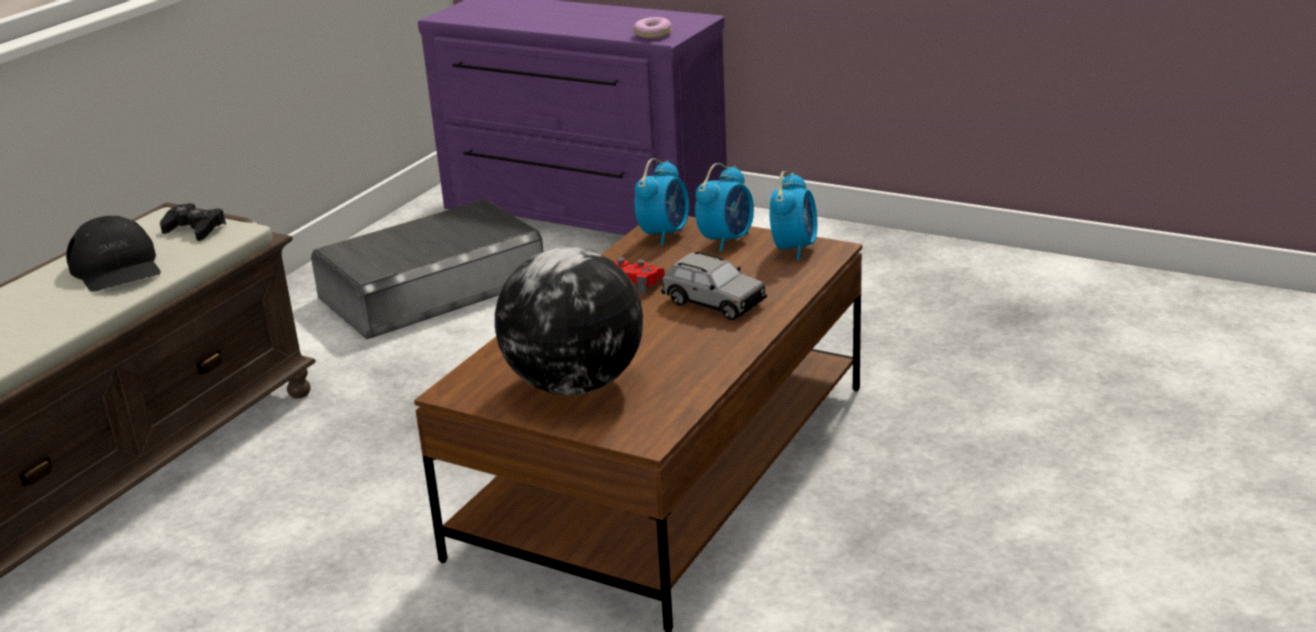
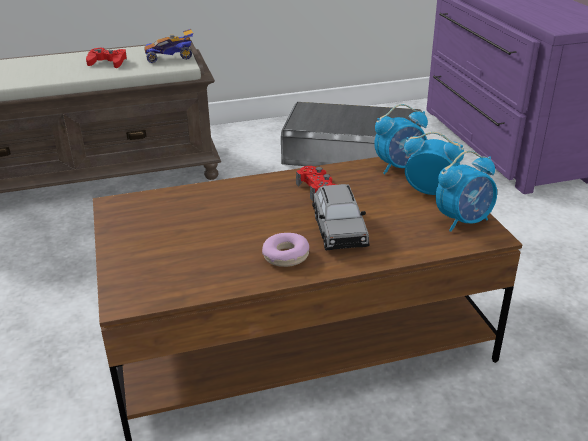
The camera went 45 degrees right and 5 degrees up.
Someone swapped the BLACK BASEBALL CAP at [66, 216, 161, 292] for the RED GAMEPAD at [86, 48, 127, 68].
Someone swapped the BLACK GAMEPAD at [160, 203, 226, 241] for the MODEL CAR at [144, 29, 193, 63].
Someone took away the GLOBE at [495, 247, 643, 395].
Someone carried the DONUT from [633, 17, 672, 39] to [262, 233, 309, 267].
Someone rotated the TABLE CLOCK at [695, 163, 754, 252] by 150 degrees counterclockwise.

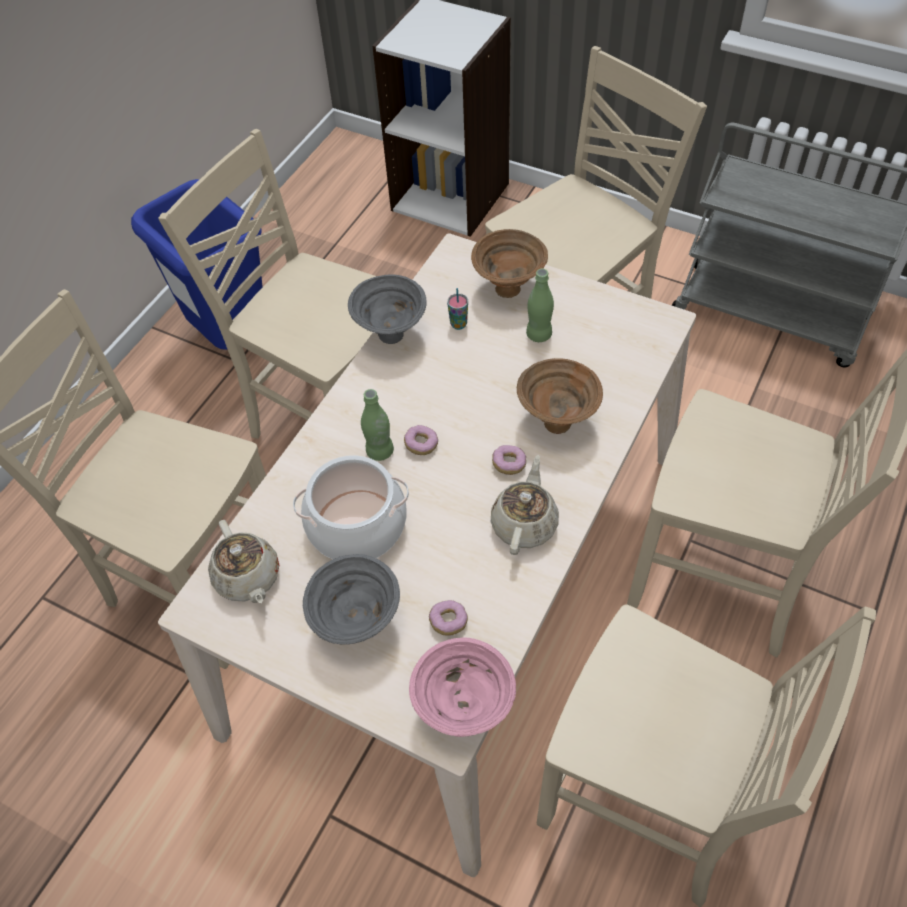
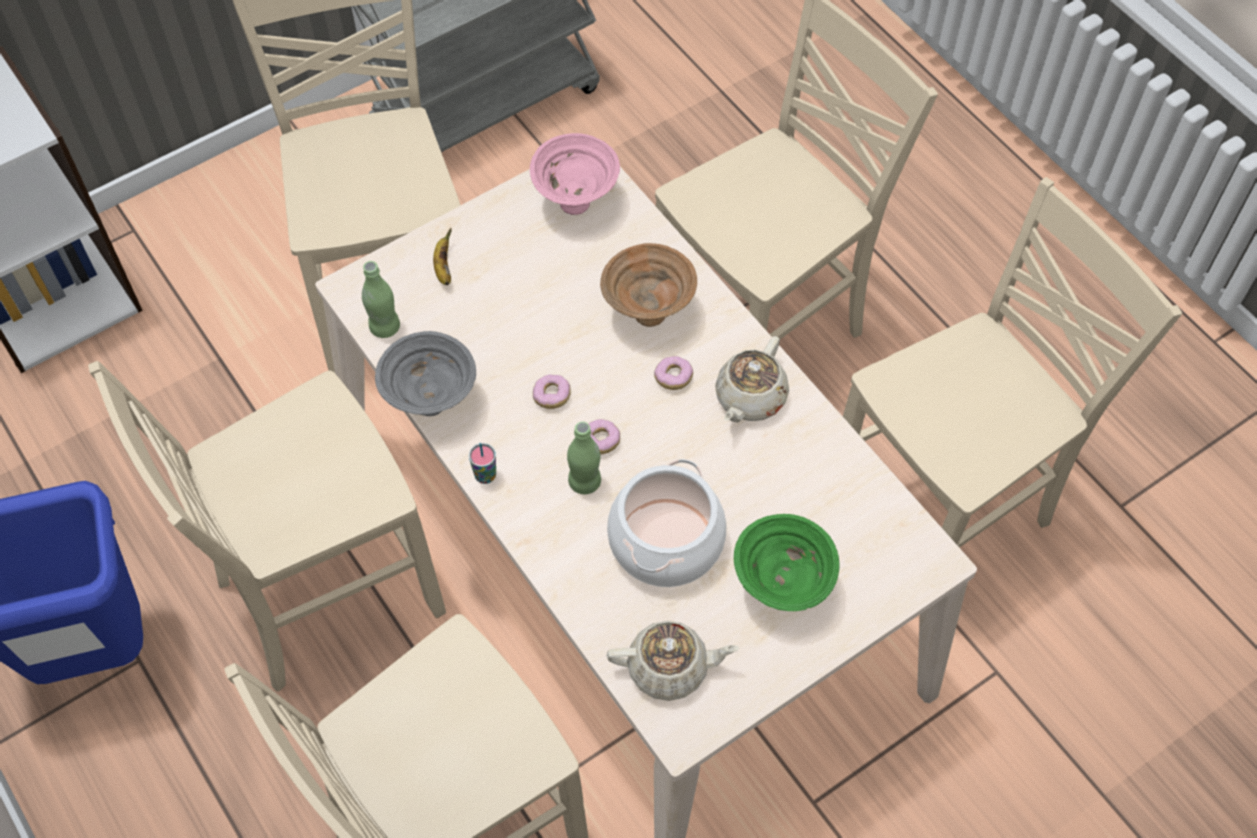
The camera went 65 degrees left and 5 degrees up.
Someone repainted the GRAY DEEP DISH at [303, 554, 400, 645], which became the GREENISH DEEP DISH at [734, 514, 840, 611].
Someone carried the PINKISH DEEP DISH from [409, 638, 516, 737] to [530, 133, 620, 215].
Someone carried the DONUT from [429, 600, 468, 636] to [533, 375, 571, 409].
Someone carried the CUP from [447, 288, 468, 330] to [469, 443, 496, 484].
Someone swapped the BROWN DEEP DISH at [471, 229, 548, 298] for the BANANA at [433, 228, 452, 285].
Someone rotated the BEIGE TEAPOT at [491, 455, 559, 555] by 105 degrees counterclockwise.
Someone carried the GREENISH DRINK BOTTLE from [526, 269, 554, 342] to [362, 261, 400, 338].

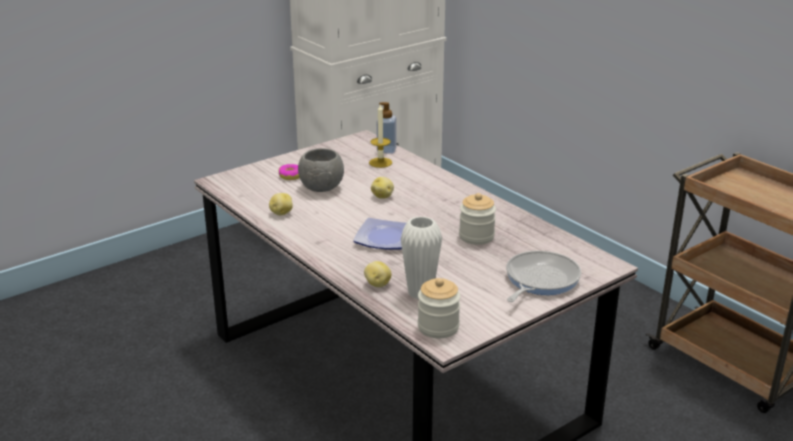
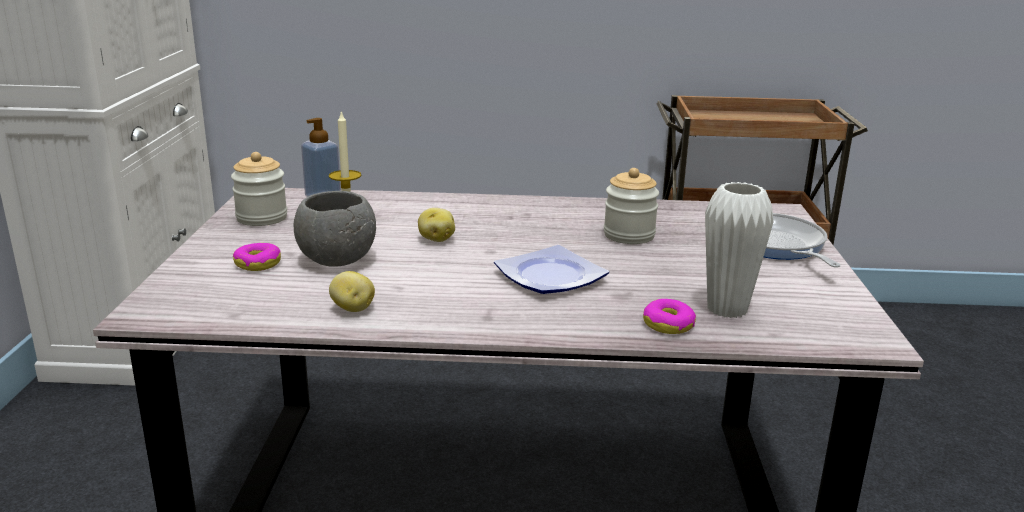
The camera went 50 degrees left and 5 degrees down.
Someone swapped the SPUD at [364, 261, 392, 287] for the DONUT at [643, 299, 696, 334].
Someone carried the PRESERVE JAR from [418, 278, 461, 338] to [231, 152, 287, 226].

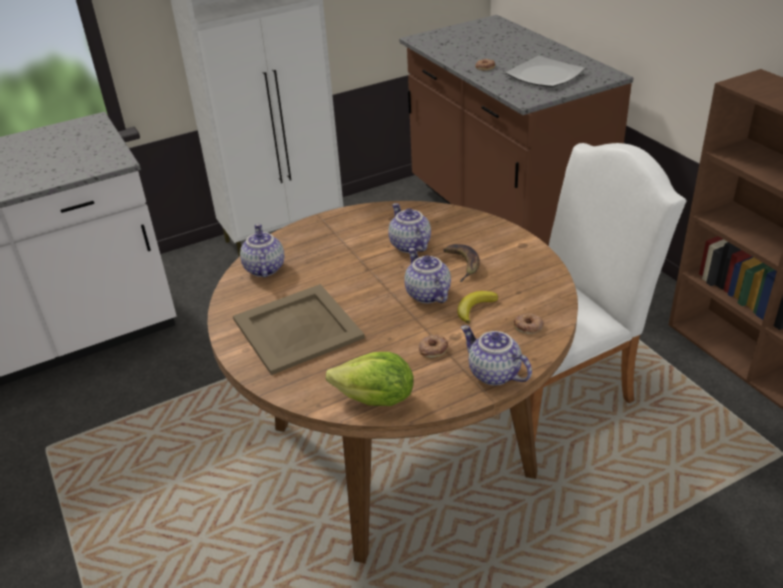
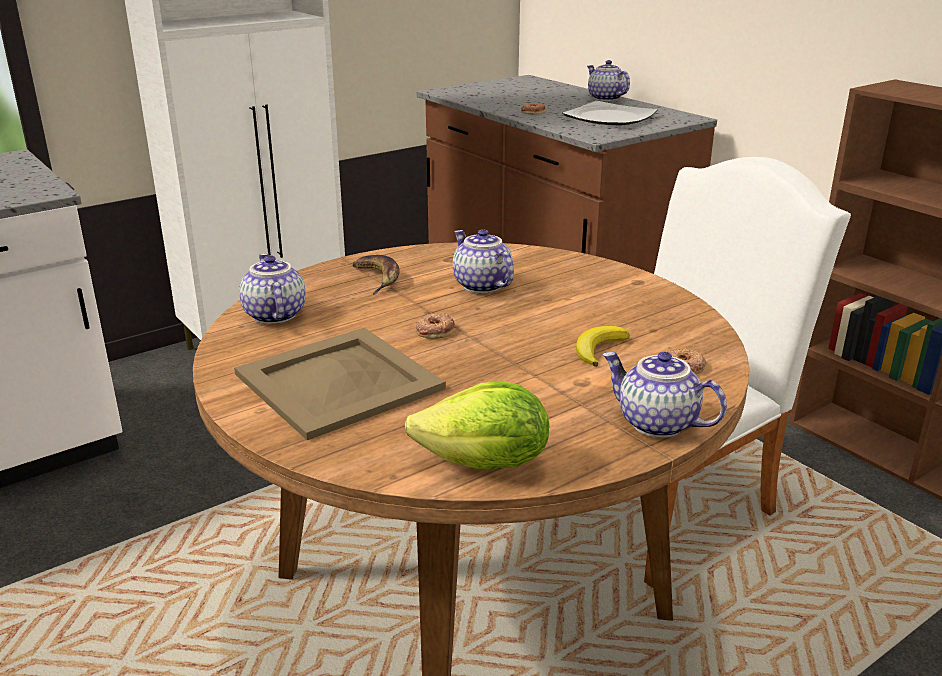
The camera went 10 degrees left and 10 degrees down.
Someone carried the TEAPOT from [404, 248, 451, 304] to [587, 60, 630, 101].
Someone carried the DONUT from [419, 335, 448, 358] to [416, 314, 455, 339].
Someone carried the BANANA from [443, 244, 480, 282] to [353, 255, 400, 294].

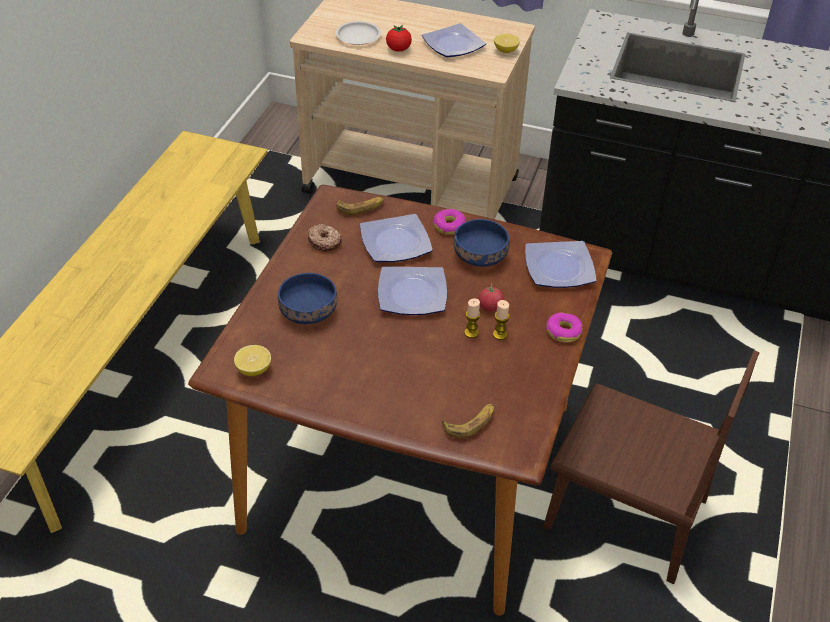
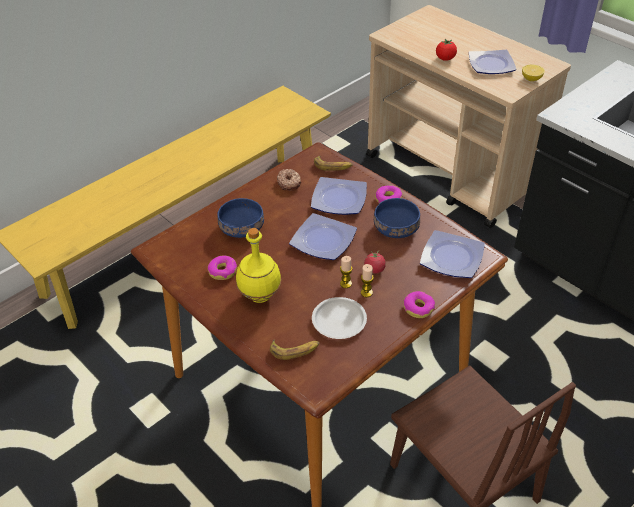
The camera went 30 degrees right and 0 degrees up.
Someone took away the CITRUS FRUIT at [234, 345, 271, 376].
Someone carried the WHITISH FLAT DISH from [336, 21, 381, 45] to [312, 297, 367, 339].
Someone put down the DONUT at [208, 256, 237, 280].
Someone put down the YELLOW-COLOURED DRINK BOTTLE at [236, 228, 281, 303].

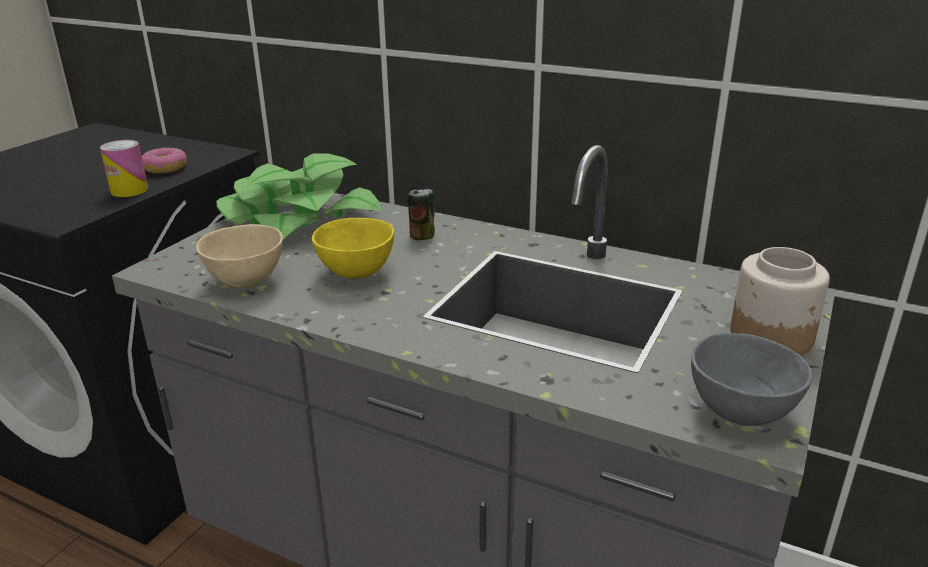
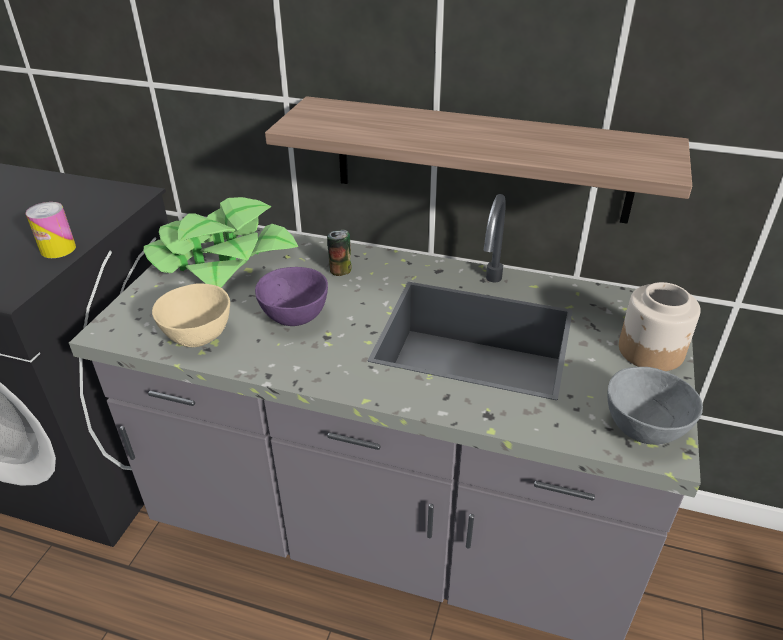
The camera went 10 degrees left and 10 degrees up.
Someone took away the DONUT at [141, 147, 187, 174].
Someone repainted the YELLOW-COLOURED DEEP DISH at [312, 218, 394, 279], which became the PURPLE-COLOURED DEEP DISH at [255, 267, 328, 326].
Someone put up the WALL SHELF at [265, 96, 692, 224].

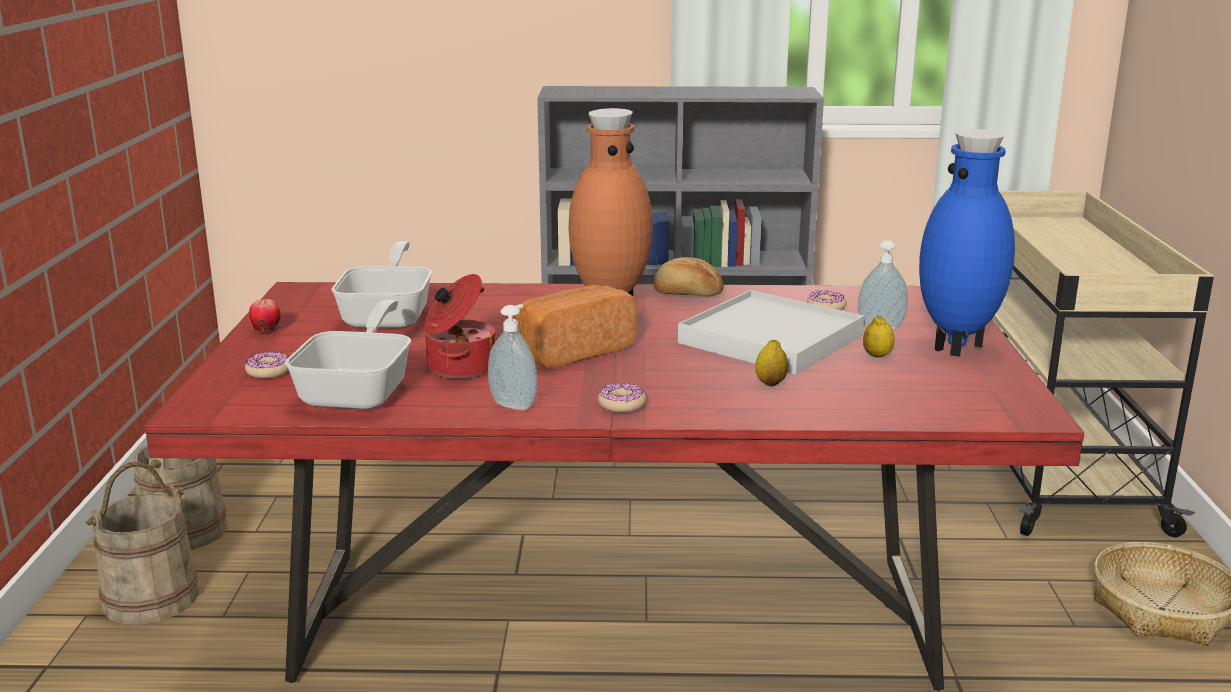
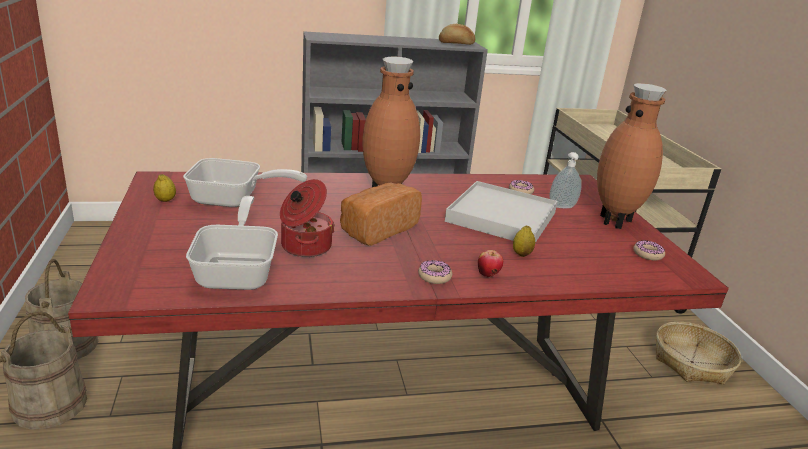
The camera went 15 degrees left and 5 degrees up.
Someone carried the DONUT from [245, 352, 289, 379] to [633, 240, 665, 260].
Someone carried the APPLE from [249, 299, 281, 332] to [478, 250, 503, 278].
Someone rotated the SKILLET at [331, 241, 432, 328] by 105 degrees clockwise.
Someone took away the SOAP DISPENSER at [488, 304, 538, 410].
Someone carried the BAKED BREAD from [653, 257, 724, 296] to [439, 24, 475, 45].
Someone carried the CITRUS FRUIT from [863, 316, 894, 357] to [153, 174, 176, 202].
Someone repainted the BLUE-COLOURED VASE at [919, 129, 1015, 357], which became the BROWN VASE at [597, 83, 667, 229].

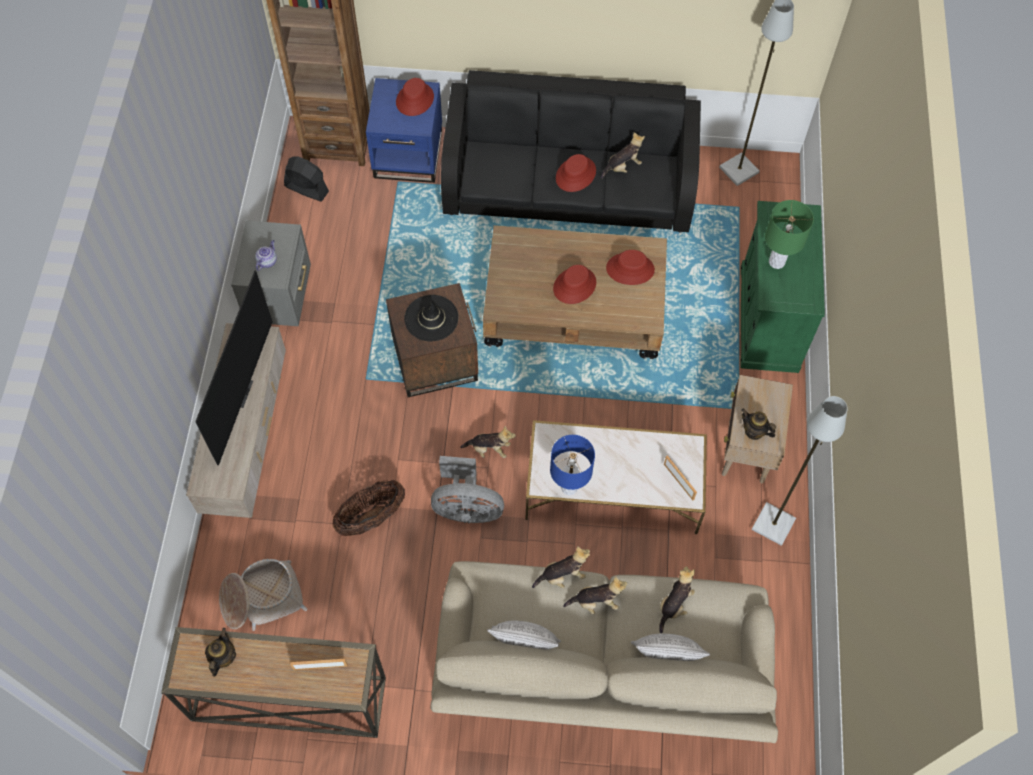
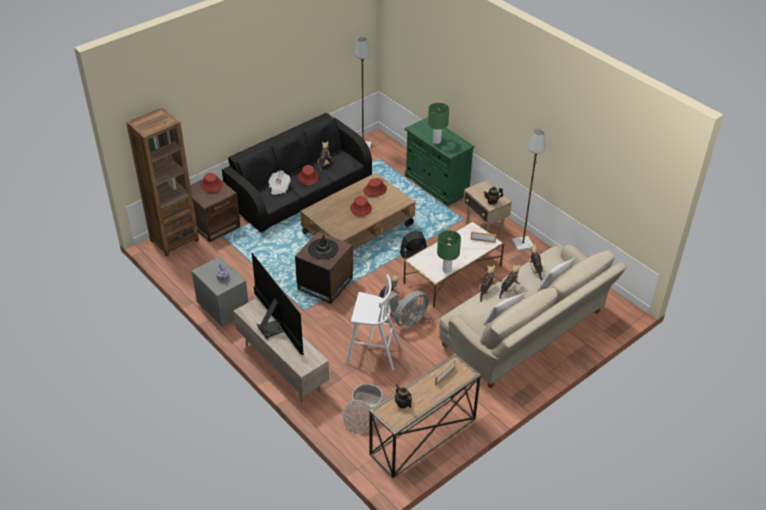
The camera went 45 degrees left and 20 degrees down.
Someone carried the BLACK FAN from [284, 157, 329, 201] to [400, 231, 427, 258].
Someone swapped the HOUSEHOLD BASKET at [332, 480, 405, 536] for the WHITISH STOOL SEAT at [346, 274, 400, 371].
Someone repainted the BLUE-COLOURED ACCENT TABLE at [366, 78, 442, 183], which became the BROWN ACCENT TABLE at [190, 177, 240, 242].
Someone repainted the BLUE-COLOURED TABLETOP LAMP at [550, 435, 595, 496], which became the GREENISH TABLETOP LAMP at [437, 230, 461, 273].
Someone put down the NEWSPAPER at [268, 170, 291, 195].

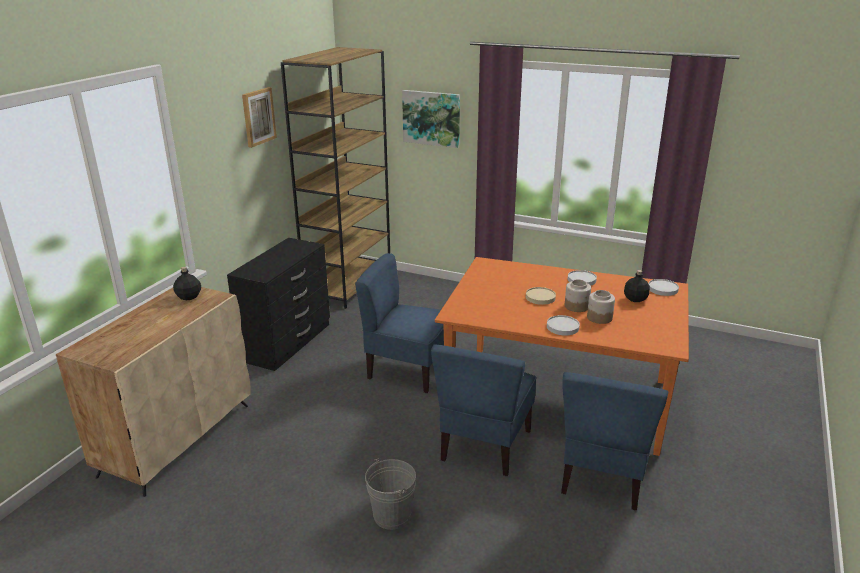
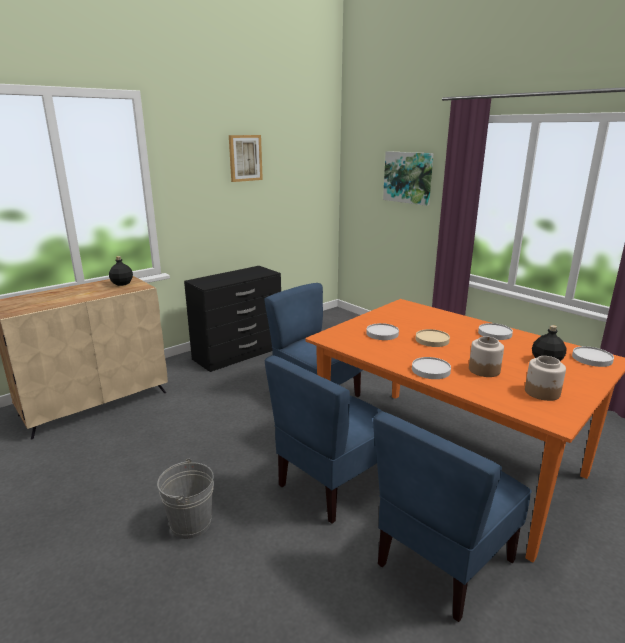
The camera went 25 degrees right and 5 degrees down.
Someone took away the BROWN BOOKCASE at [281, 47, 390, 309].
Someone carried the PRESERVE JAR from [565, 280, 591, 312] to [525, 356, 566, 401].
Someone put down the WHITISH FLAT DISH at [366, 323, 399, 340].

